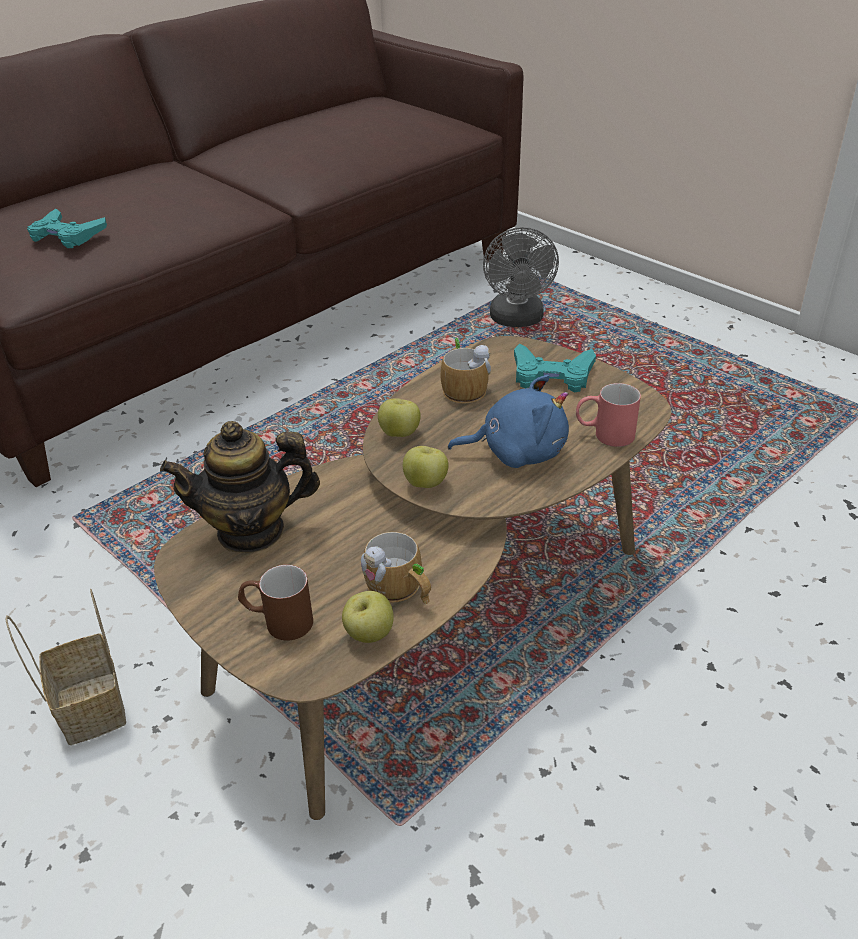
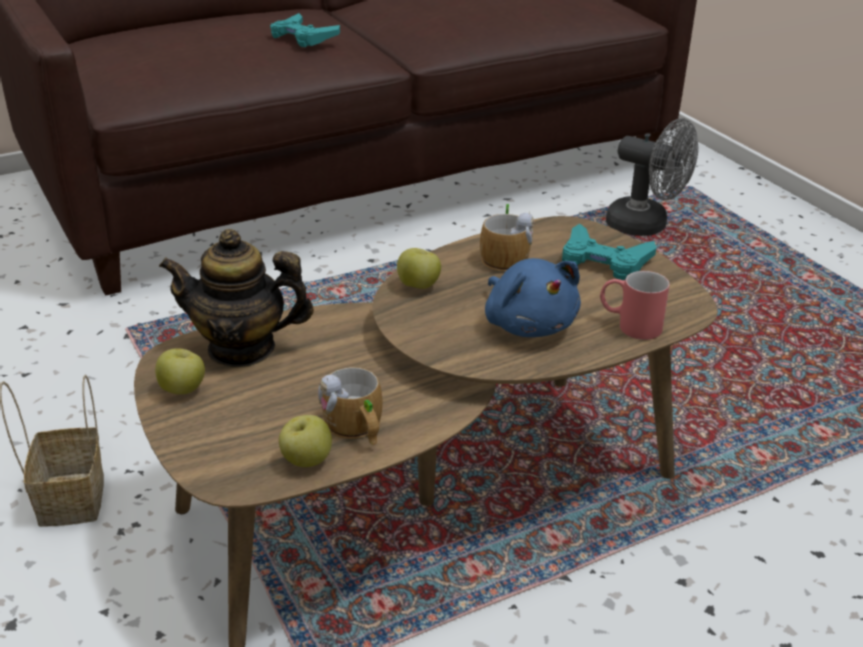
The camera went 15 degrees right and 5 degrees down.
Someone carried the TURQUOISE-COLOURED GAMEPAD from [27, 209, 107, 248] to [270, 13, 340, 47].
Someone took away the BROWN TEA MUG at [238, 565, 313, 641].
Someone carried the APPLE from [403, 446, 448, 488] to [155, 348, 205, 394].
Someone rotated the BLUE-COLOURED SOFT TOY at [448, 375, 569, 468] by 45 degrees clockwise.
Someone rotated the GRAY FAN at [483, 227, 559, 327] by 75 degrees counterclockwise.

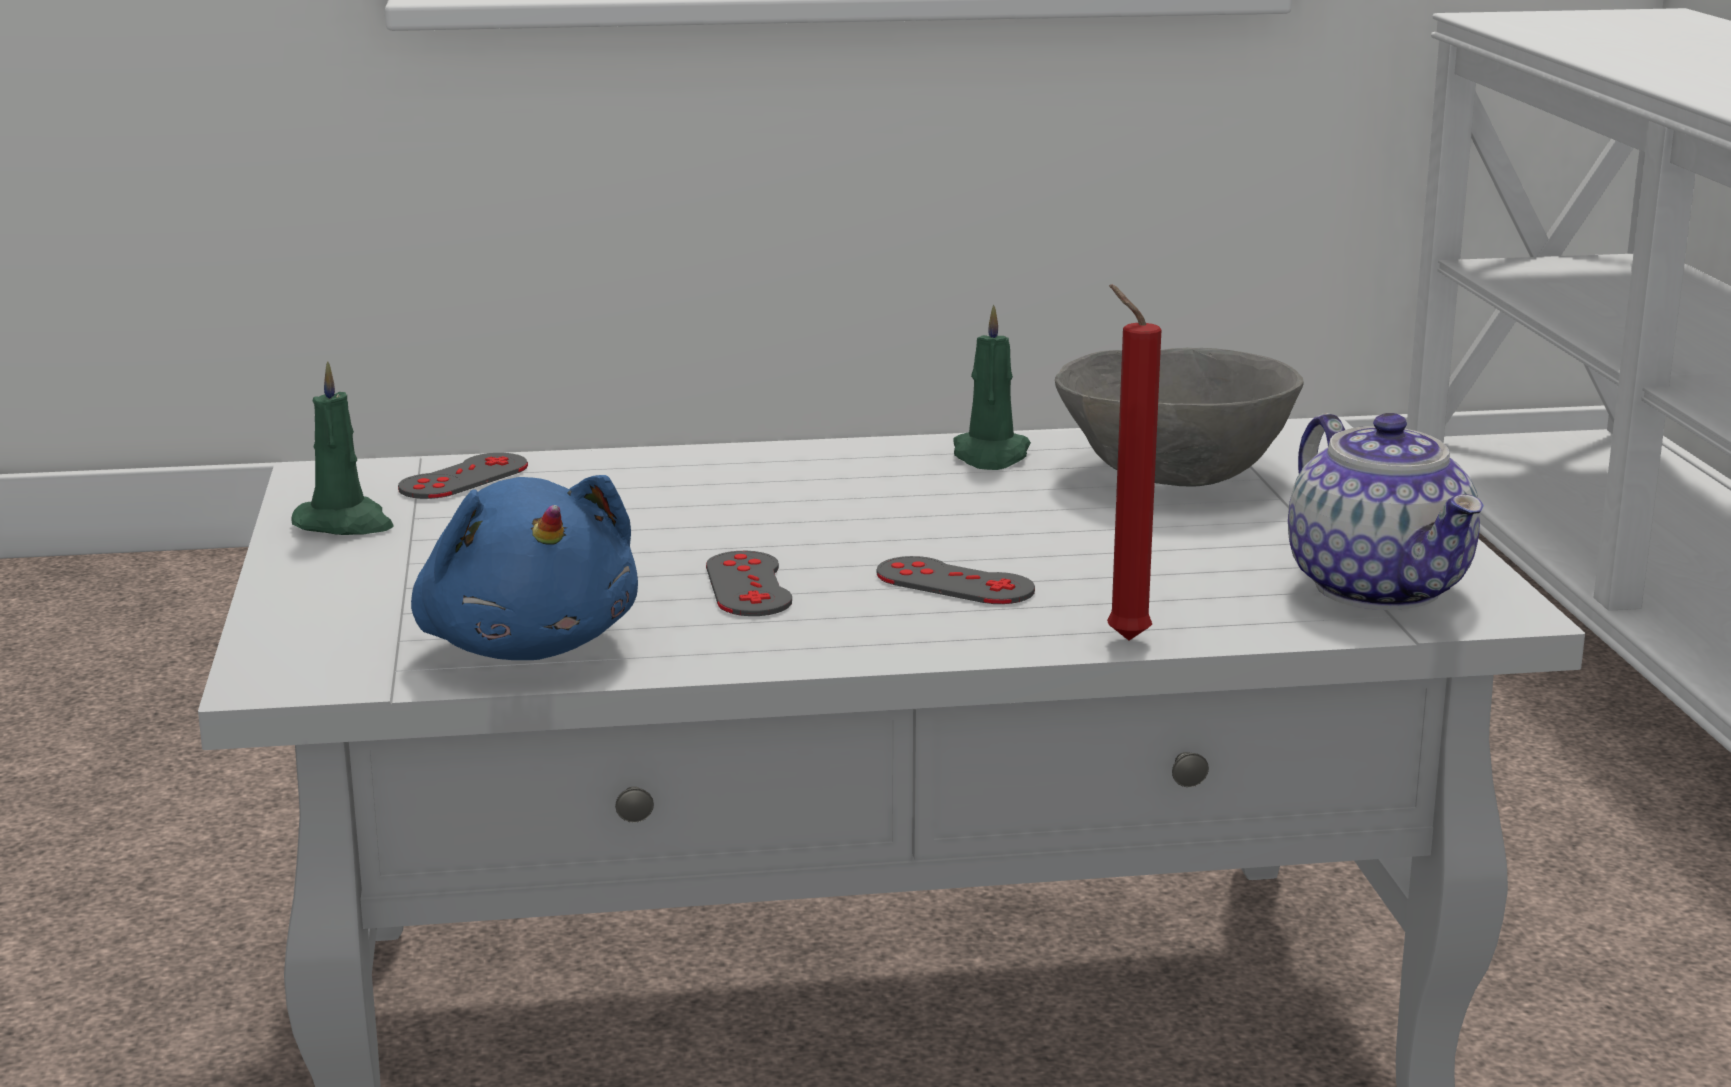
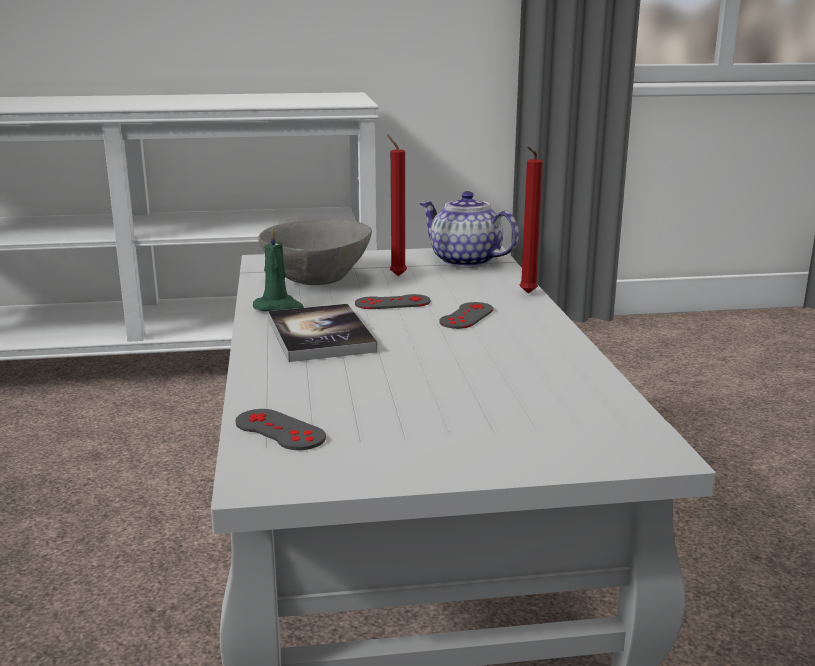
The camera went 90 degrees left and 0 degrees up.
Someone took away the GREENISH WAX LIGHT at [291, 362, 394, 535].
Someone took away the BLUE-COLOURED SOFT TOY at [411, 475, 638, 660].
Someone carried the GRAY GAMEPAD from [706, 551, 792, 616] to [355, 294, 430, 309].
Someone rotated the TEAPOT at [1288, 413, 1484, 610] by 120 degrees counterclockwise.
Someone put down the BOOK at [268, 304, 377, 362].
Someone put down the RED WAX LIGHT at [387, 134, 407, 276].

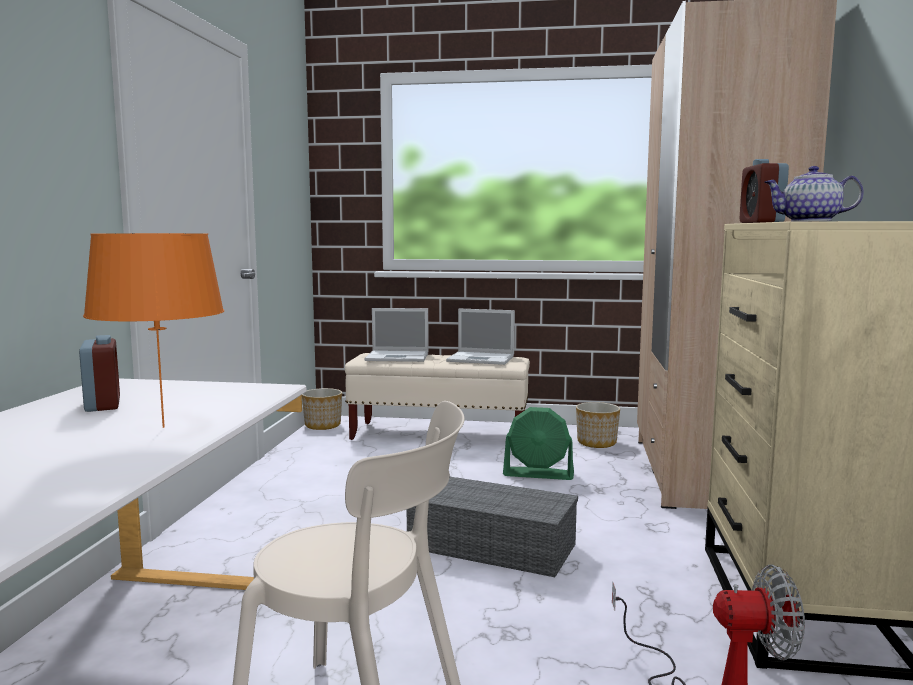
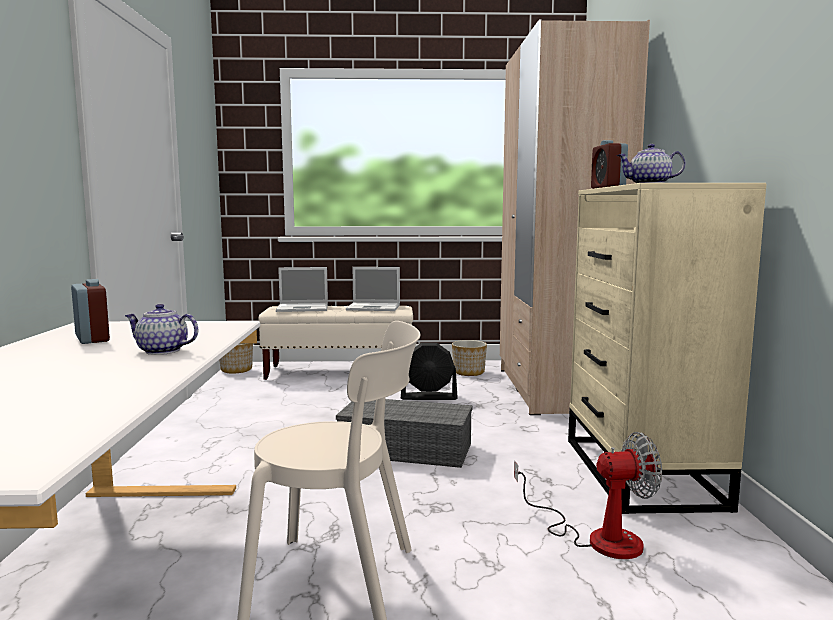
The camera went 10 degrees left and 0 degrees up.
Someone swapped the ORANGE-COLOURED TABLETOP LAMP at [83, 233, 224, 428] for the TEAPOT at [125, 304, 198, 355].
Someone repainted the GREENISH FAN at [503, 407, 574, 480], which became the BLACK FAN at [401, 343, 458, 400].

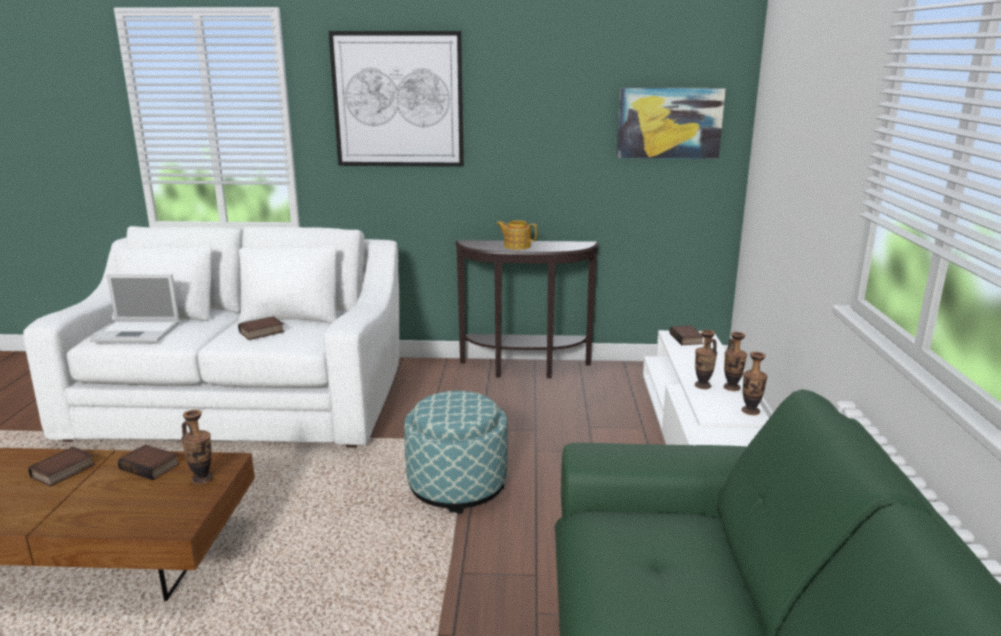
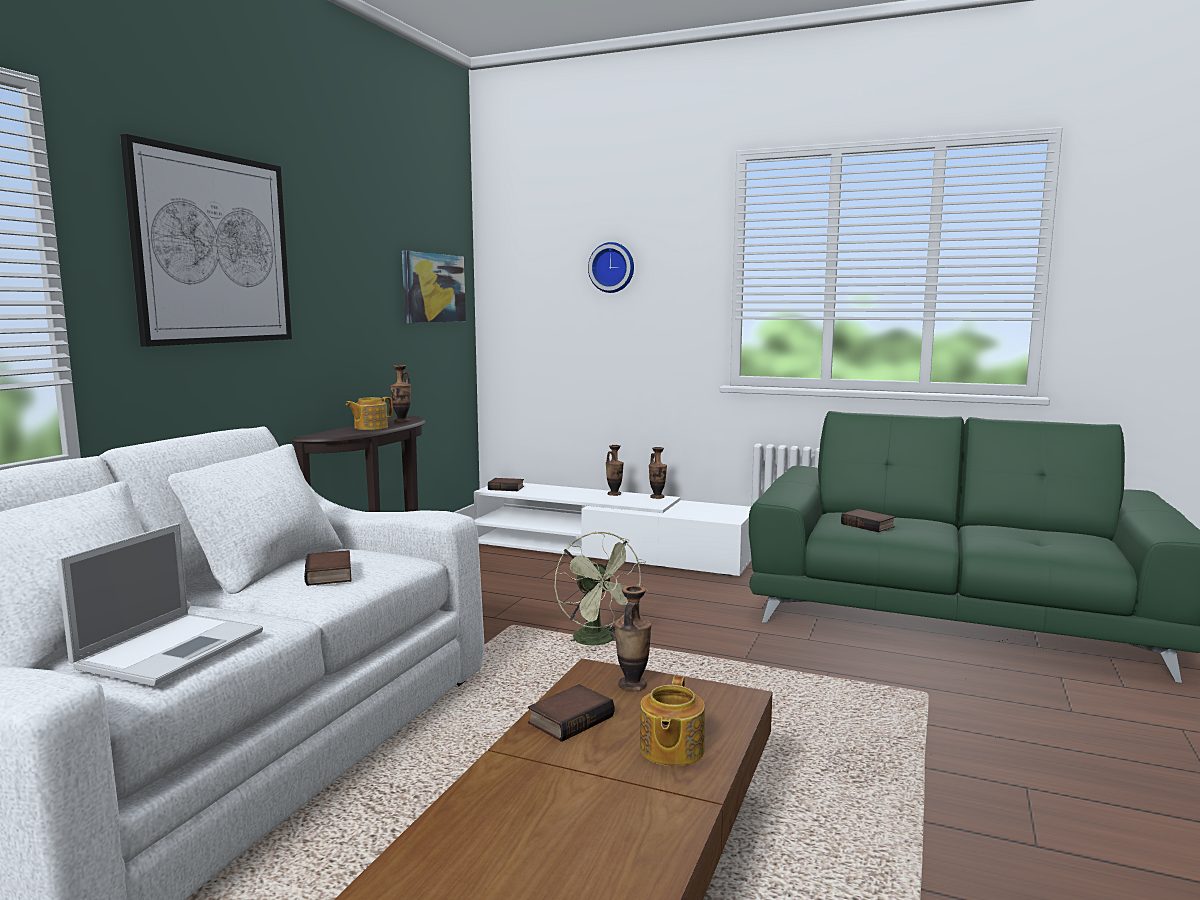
The camera went 70 degrees left and 10 degrees down.
Someone carried the BOOK from [28, 447, 95, 487] to [841, 509, 895, 532].
Someone swapped the FOOTREST at [404, 391, 508, 514] for the GREENISH FAN at [555, 532, 647, 645].
Someone carried the VASE from [695, 330, 717, 389] to [390, 365, 411, 422].
Someone put up the CLOCK ON THE WALL at [588, 242, 634, 293].
Someone put down the TEAPOT at [640, 675, 705, 766].

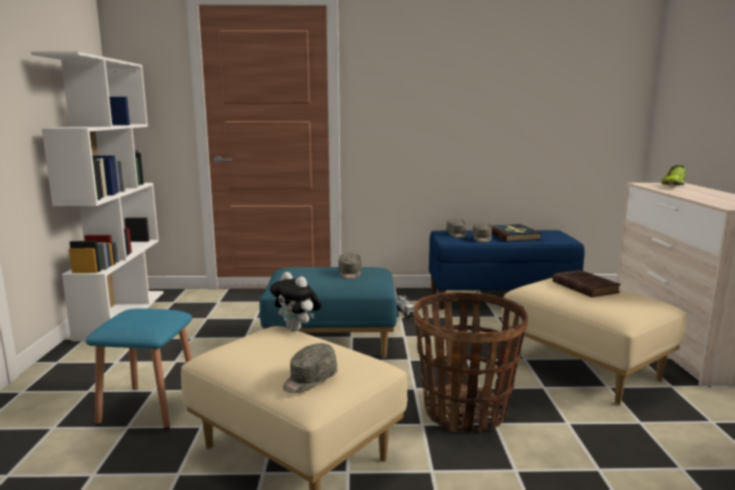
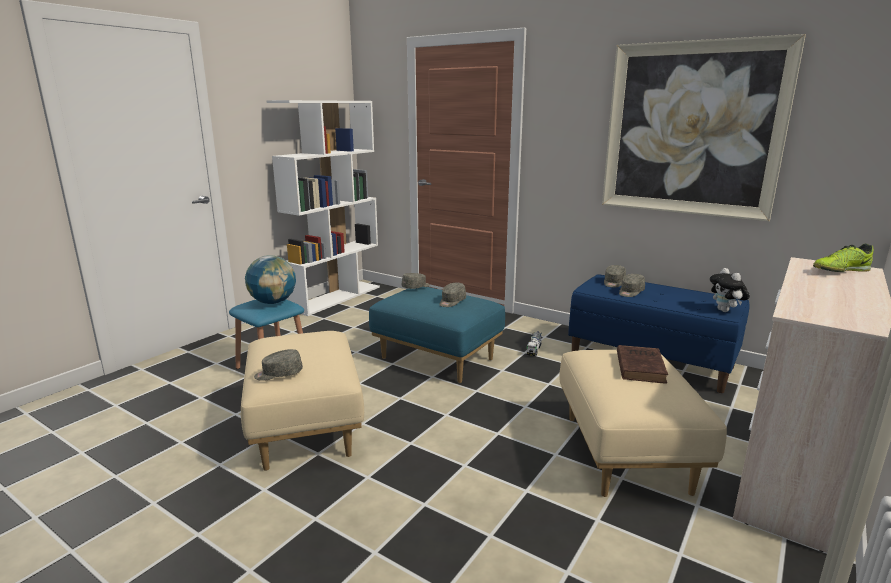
The camera went 35 degrees right and 5 degrees up.
Someone carried the SOFT TOY from [270, 272, 322, 331] to [710, 268, 750, 312].
Someone took away the HOUSEHOLD BASKET at [413, 292, 528, 433].
Someone took away the BOOK at [491, 224, 542, 242].
Someone put down the GLOBE at [245, 255, 296, 304].
Someone put down the GRAY BASEBALL CAP at [402, 273, 430, 289].
Someone put up the WALL PICTURE at [602, 34, 806, 221].

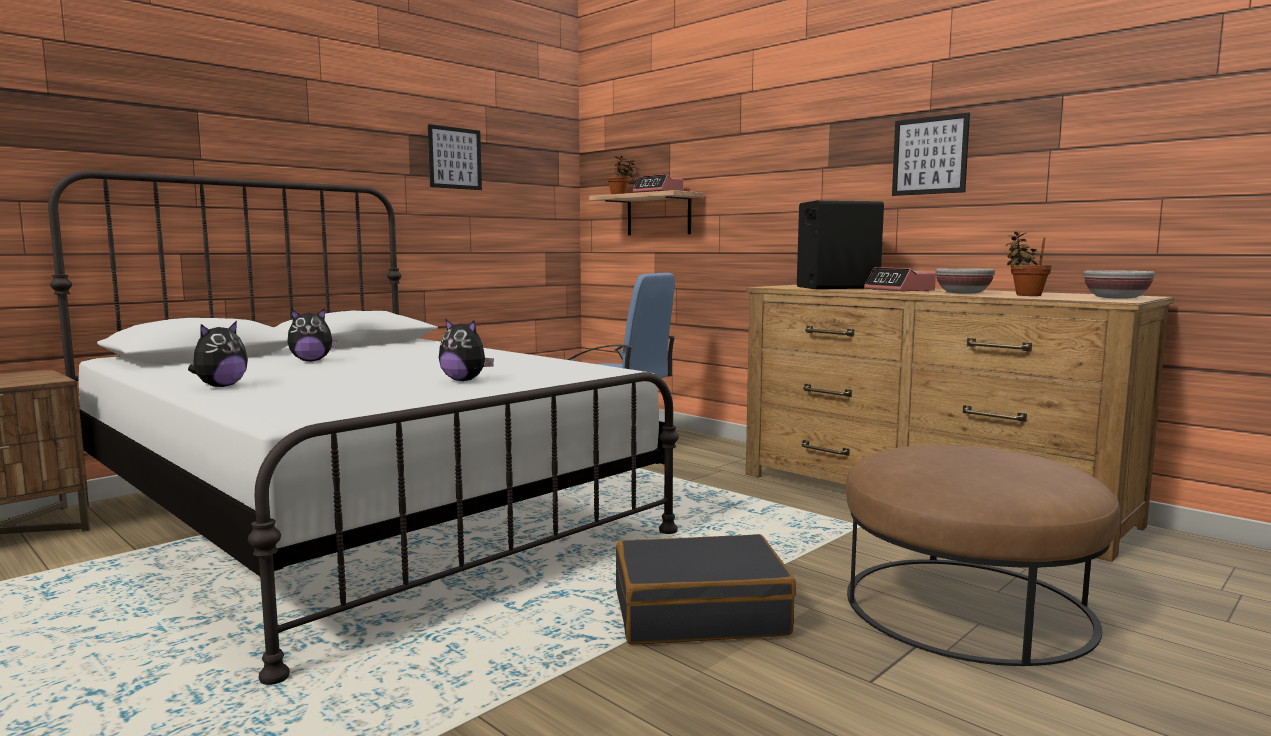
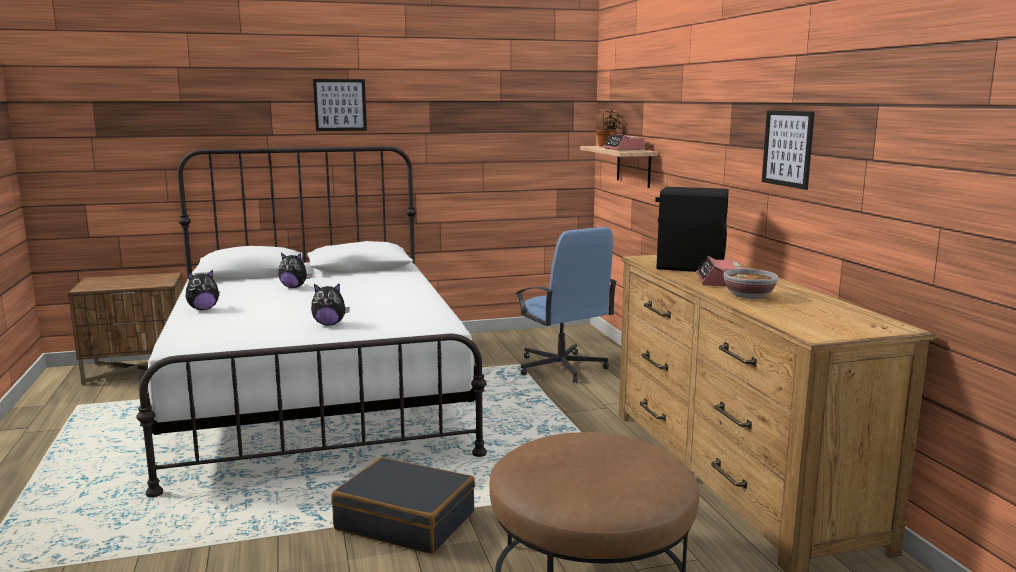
The camera went 30 degrees right and 5 degrees up.
Someone carried the WALL PICTURE from [428, 124, 482, 190] to [313, 79, 367, 131].
Someone rotated the SOFT TOY at [439, 319, 494, 381] by 60 degrees counterclockwise.
Someone took away the HOUSEPLANT at [1005, 232, 1052, 296].
Someone took away the DEEP DISH at [1083, 270, 1155, 299].

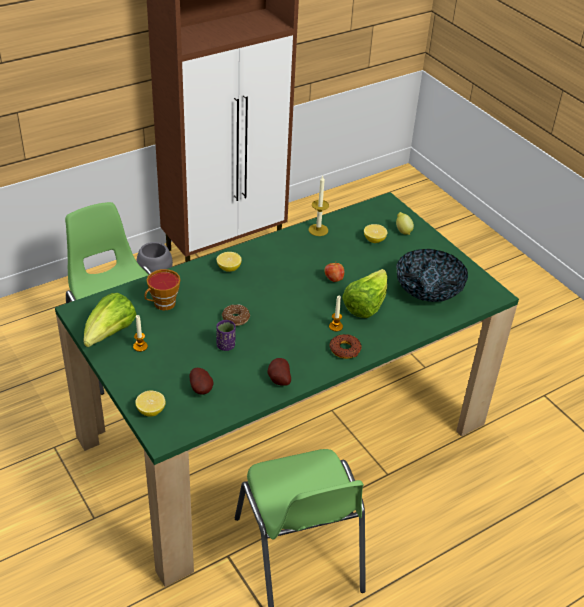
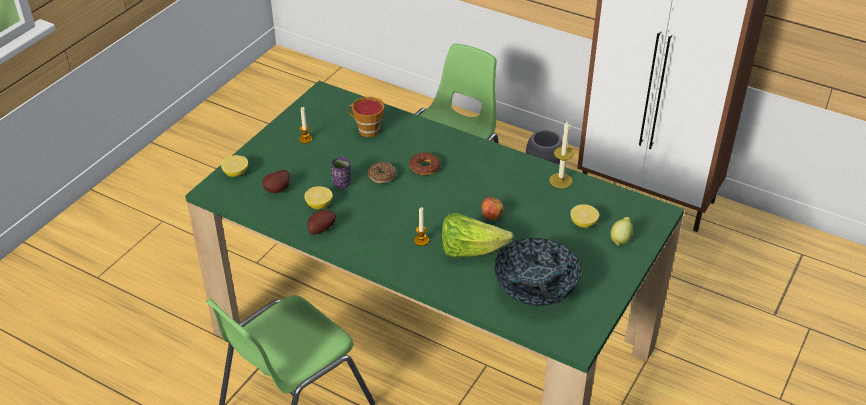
The camera went 65 degrees right and 0 degrees up.
Someone took away the HEAD OF LETTUCE at [84, 293, 137, 348].
Someone carried the CITRUS FRUIT from [216, 252, 242, 272] to [304, 186, 333, 209].
Someone carried the DONUT from [329, 334, 362, 359] to [409, 152, 441, 175].

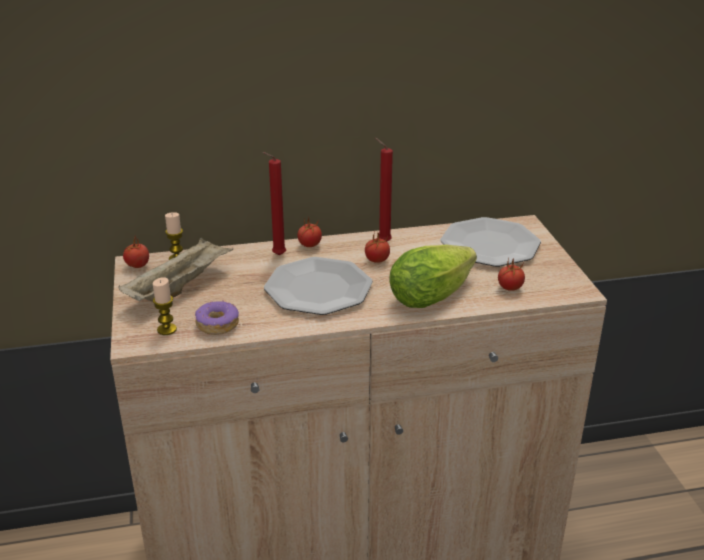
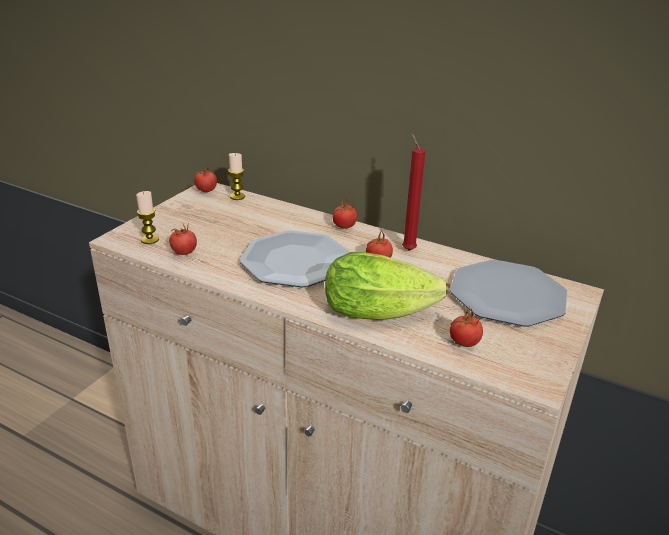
The camera went 40 degrees right and 0 degrees up.
Someone took away the BEIGE TRAY at [119, 238, 233, 302].
Someone swapped the DONUT at [195, 300, 239, 335] for the WHOLE TOMATO at [169, 224, 197, 255].
Someone took away the RED WAX LIGHT at [262, 152, 286, 256].

